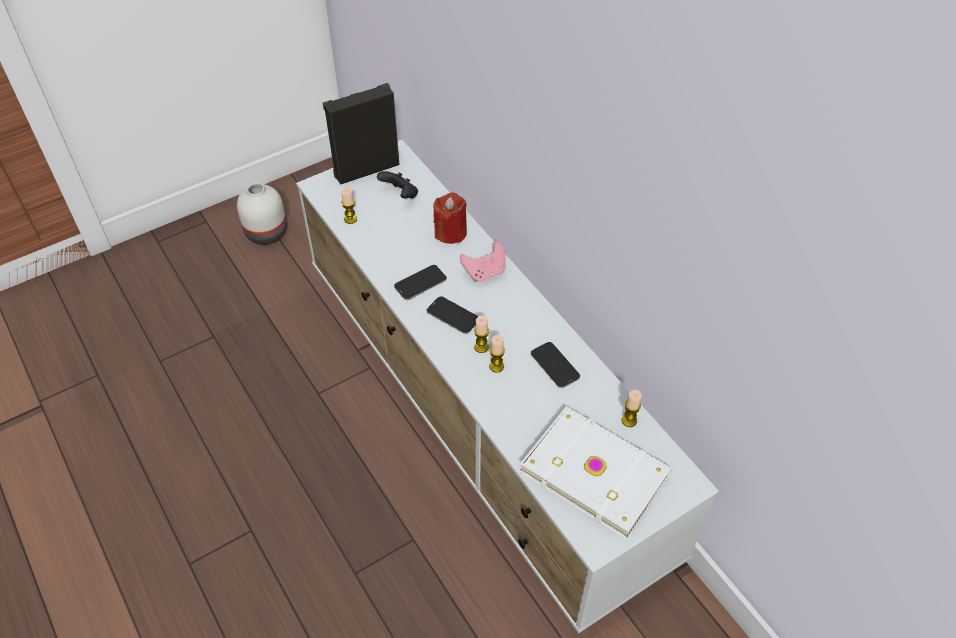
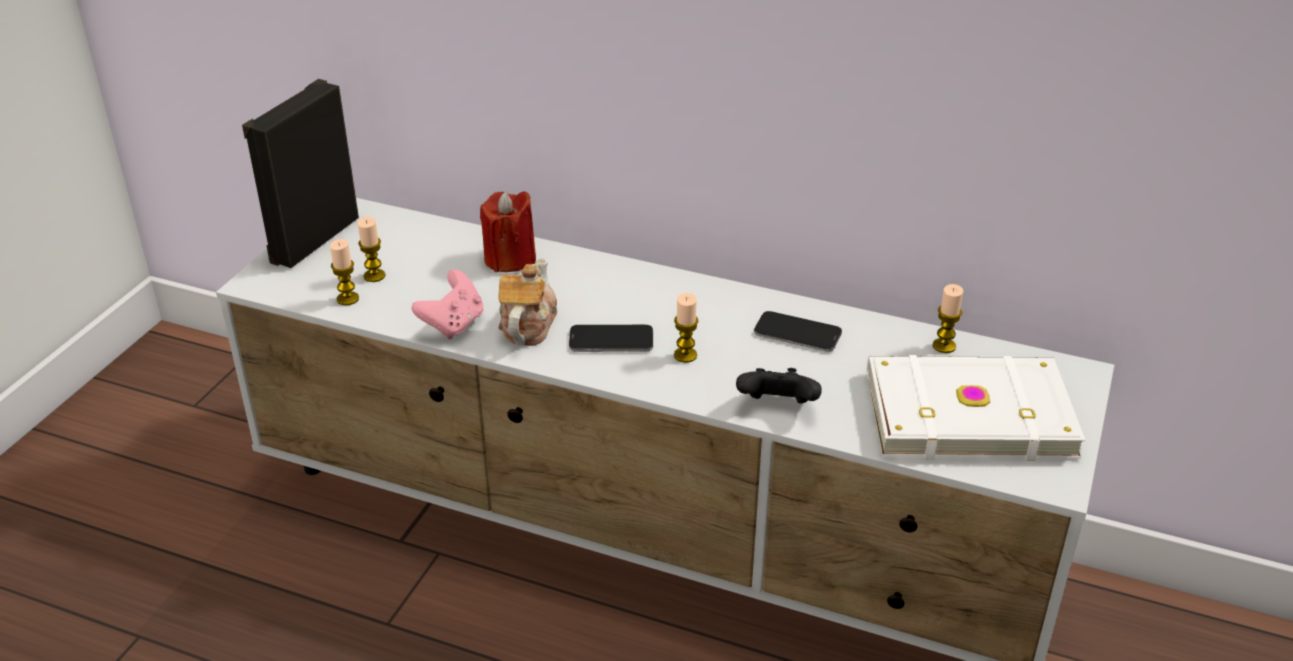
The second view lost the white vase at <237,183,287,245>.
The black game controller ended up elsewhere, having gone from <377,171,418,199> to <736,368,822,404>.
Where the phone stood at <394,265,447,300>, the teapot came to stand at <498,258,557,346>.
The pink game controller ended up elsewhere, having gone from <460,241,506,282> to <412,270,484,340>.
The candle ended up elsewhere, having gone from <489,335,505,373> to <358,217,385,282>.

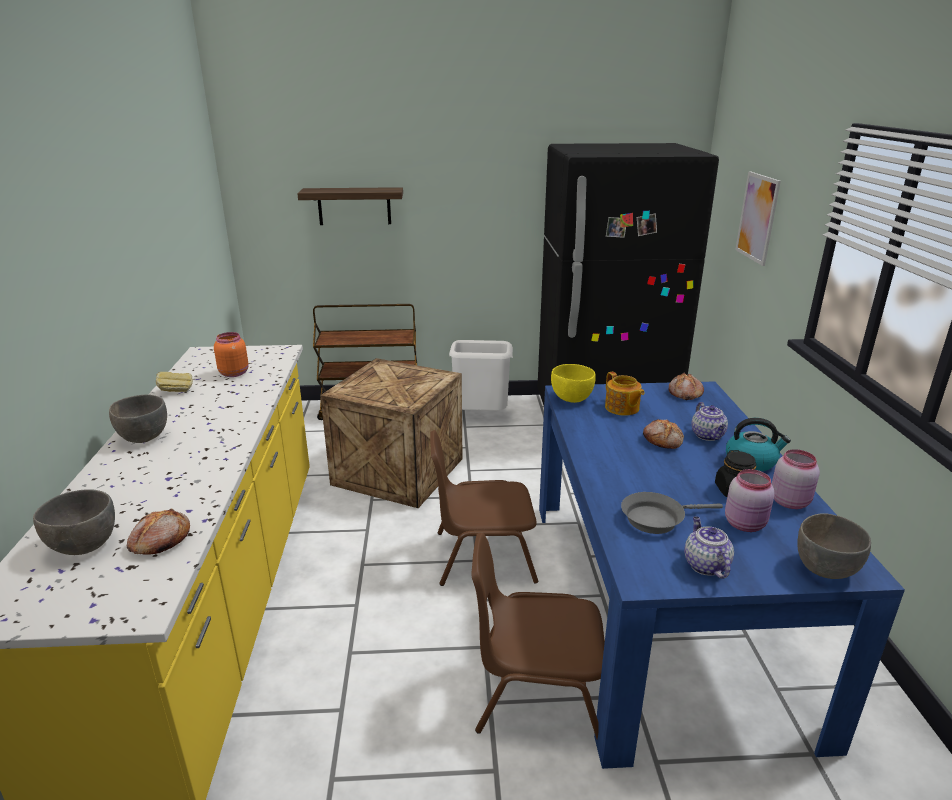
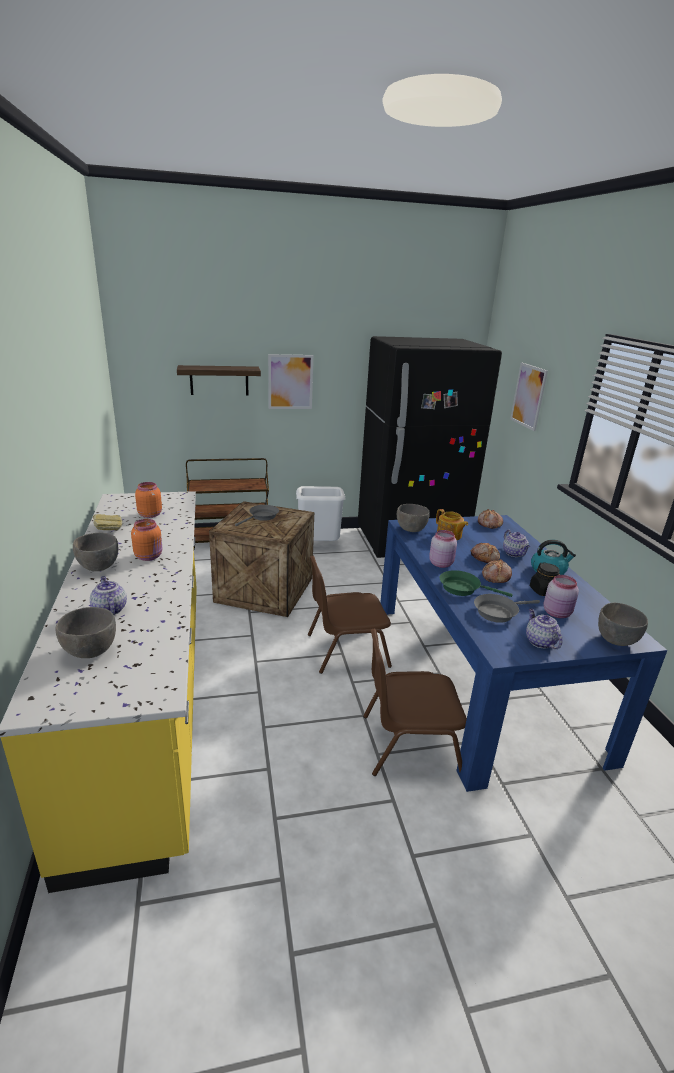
The bread ended up elsewhere, having gone from <127,509,190,555> to <482,559,512,583>.
What was the yellow bowl at <551,364,596,403> turned into the grey bowl at <397,504,430,532>.
The pink jar ended up elsewhere, having gone from <772,449,820,509> to <429,530,457,568>.
The second view gained the teapot at <90,576,127,615>.
The second view gained the orange jar at <131,519,162,561>.
The second view gained the grey frying pan at <235,505,279,526>.
The second view gained the picture at <268,354,313,409>.
The second view gained the green frying pan at <440,570,513,597>.

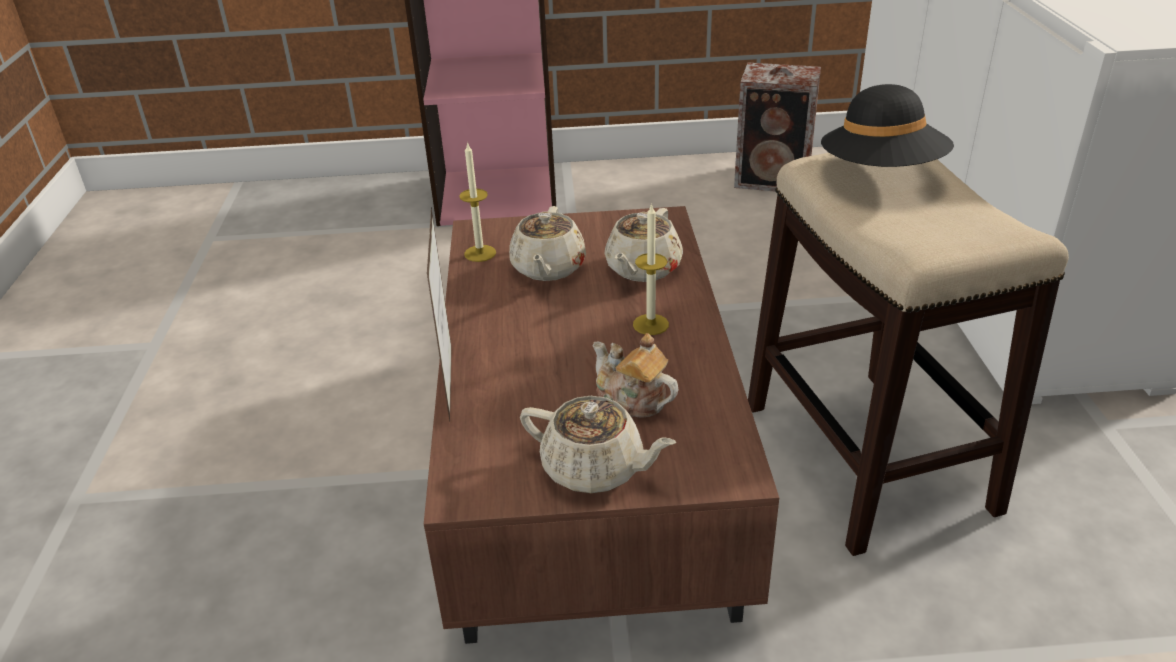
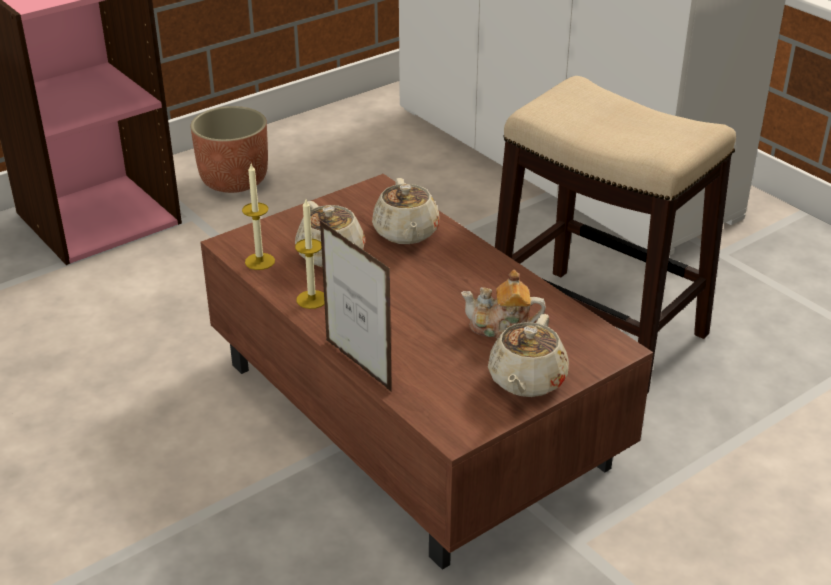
The beige teapot at <520,396,676,493> ended up facing another way, 120 degrees clockwise from before.
The candle ended up elsewhere, having gone from <633,203,669,335> to <295,199,325,309>.
The second view lost the speaker at <734,63,821,192>.
The second view lost the black hat at <821,84,954,167>.
The second view gained the planter at <190,106,268,193>.

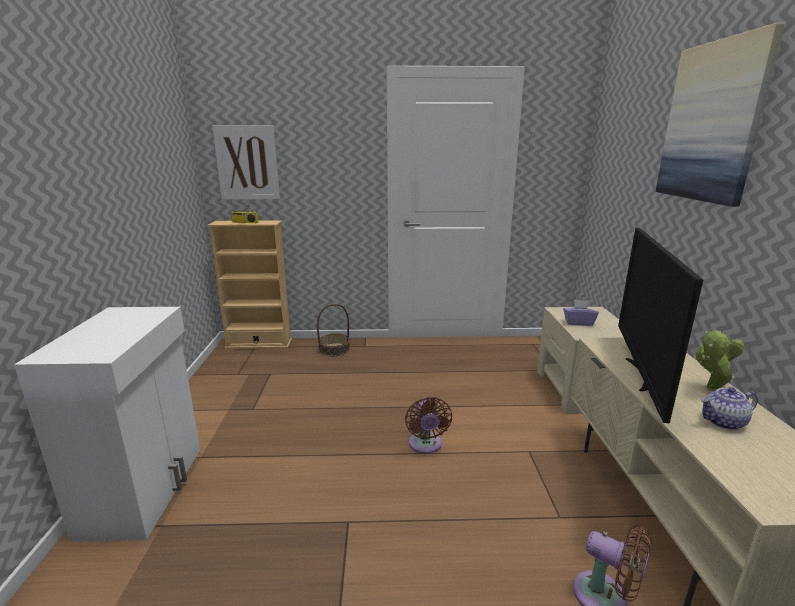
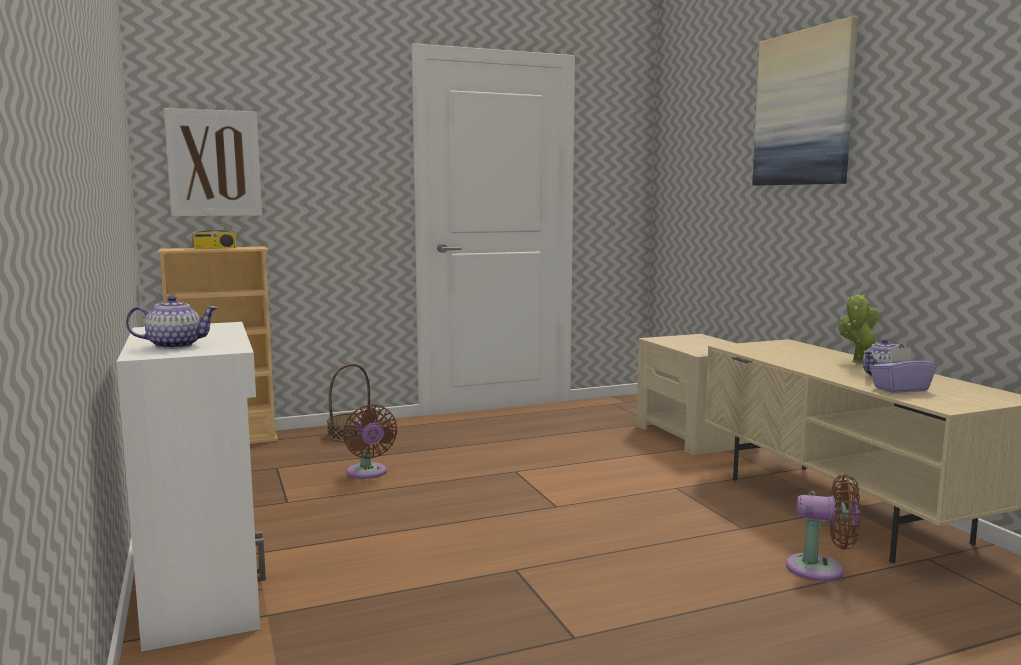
The brown fan ended up elsewhere, having gone from <405,397,452,454> to <343,404,397,479>.
The purple tissue box ended up elsewhere, having gone from <563,300,599,326> to <870,347,937,393>.
The second view lost the television at <618,228,703,424>.
The second view gained the teapot at <126,296,218,349>.

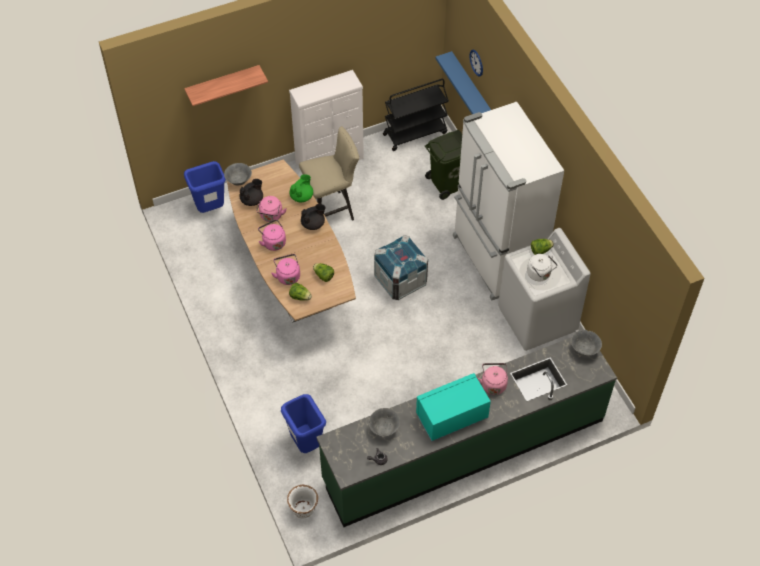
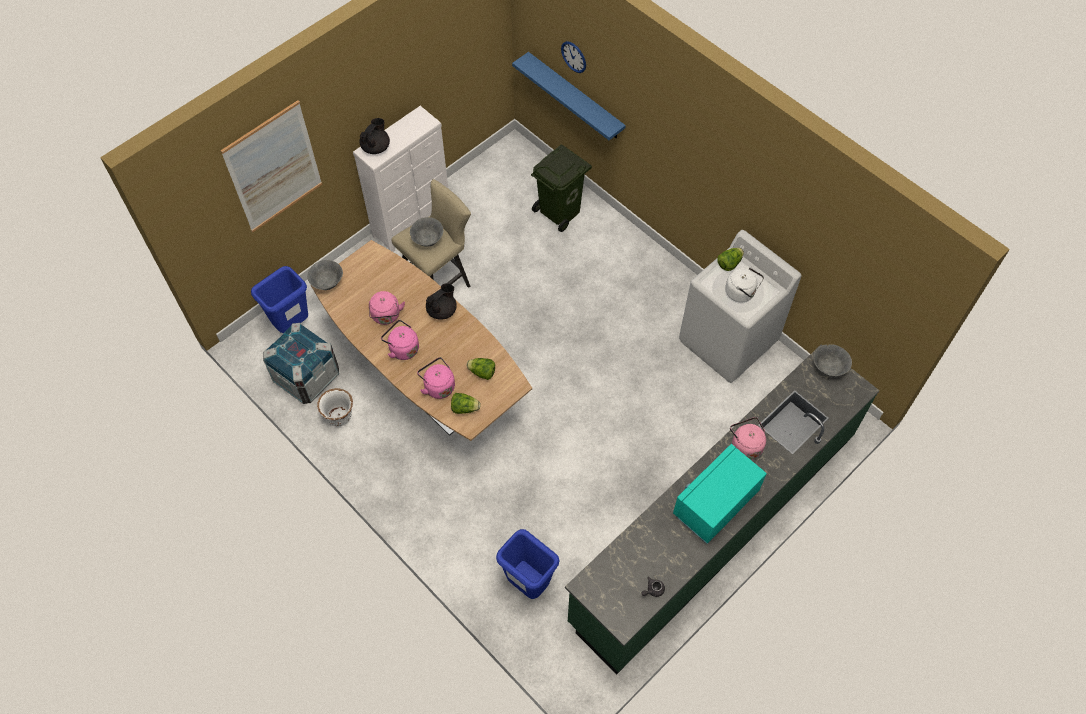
Where the shelf hung at <184,65,268,106>, the picture came to hang at <221,100,322,232>.
The black teapot ended up elsewhere, having gone from <239,179,263,206> to <359,118,390,154>.
The white planter ended up elsewhere, having gone from <287,484,318,518> to <317,388,353,427>.
The second view lost the green teapot at <289,174,313,202>.
The grey bowl ended up elsewhere, having gone from <369,408,400,436> to <410,217,443,247>.
The crate ended up elsewhere, having gone from <374,235,428,300> to <263,323,339,404>.
The second view lost the black cart at <383,79,449,151>.
The second view lost the white fridge at <453,102,564,301>.

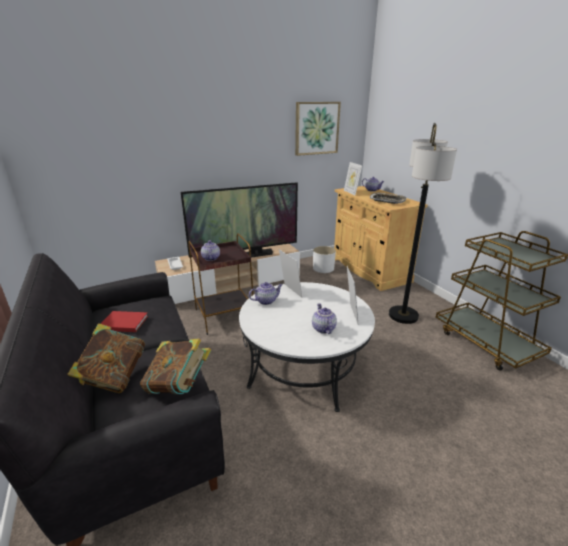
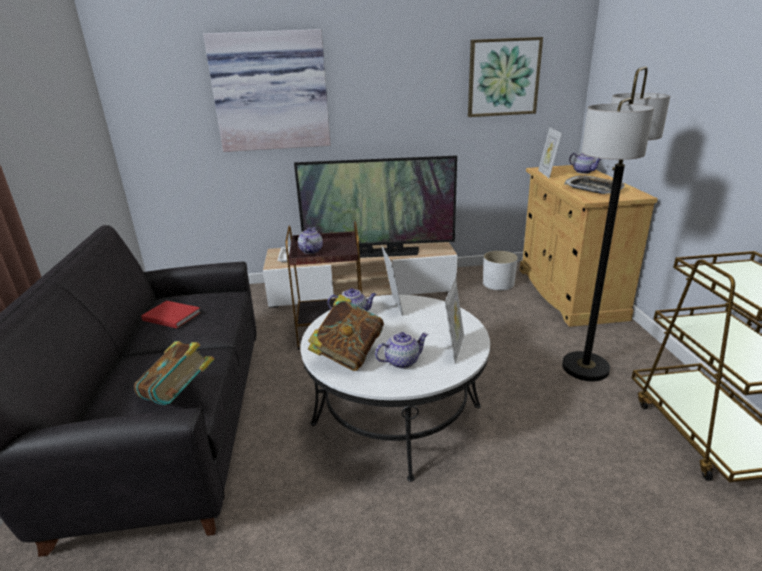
The book ended up elsewhere, having gone from <67,323,145,393> to <308,294,384,371>.
The teapot at <312,303,337,334> ended up facing another way, 60 degrees clockwise from before.
The second view gained the picture at <203,29,331,152>.

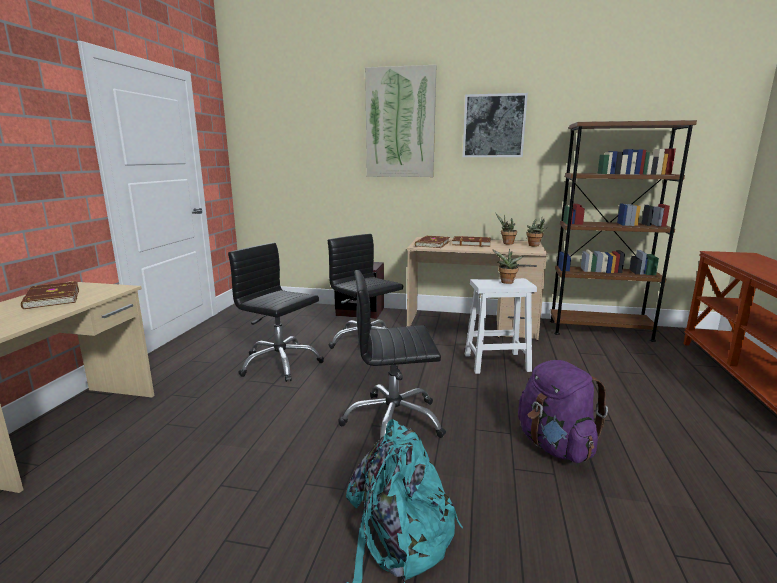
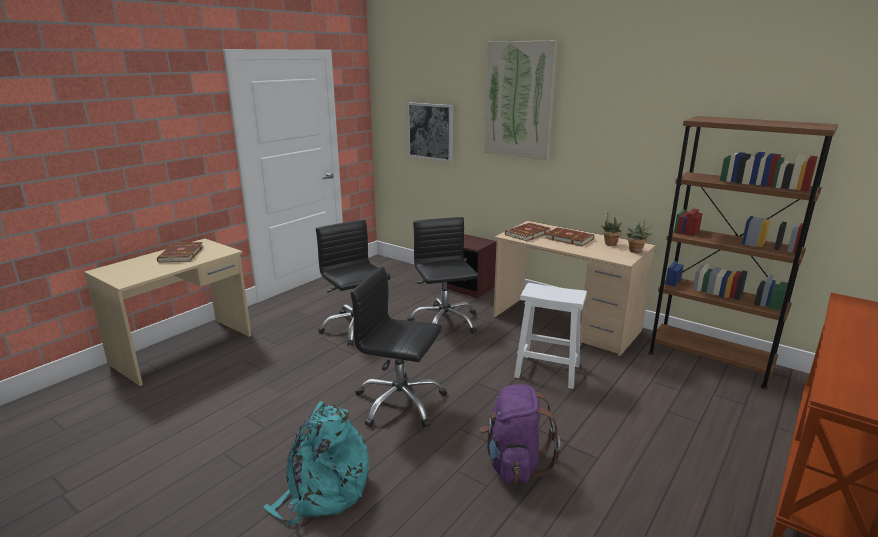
The picture ended up elsewhere, having gone from <463,93,528,157> to <407,103,453,162>.
The second view lost the potted plant at <492,248,524,284>.

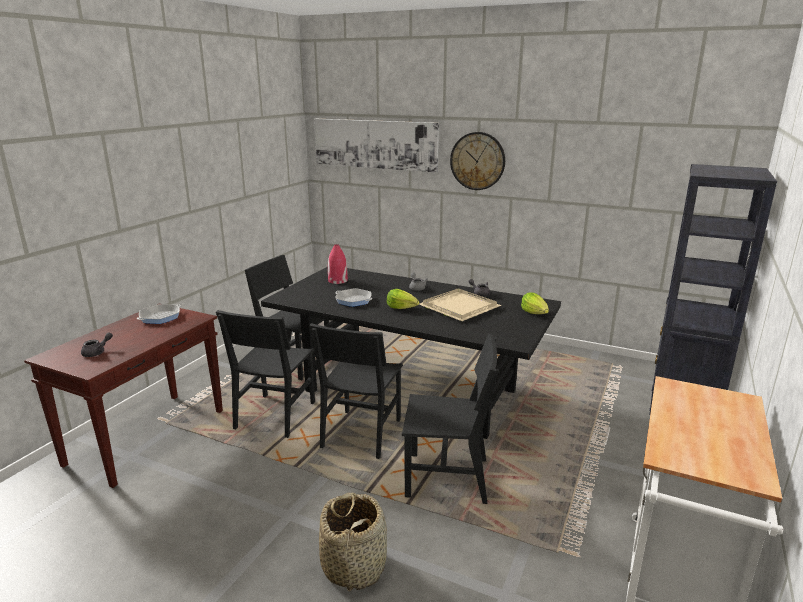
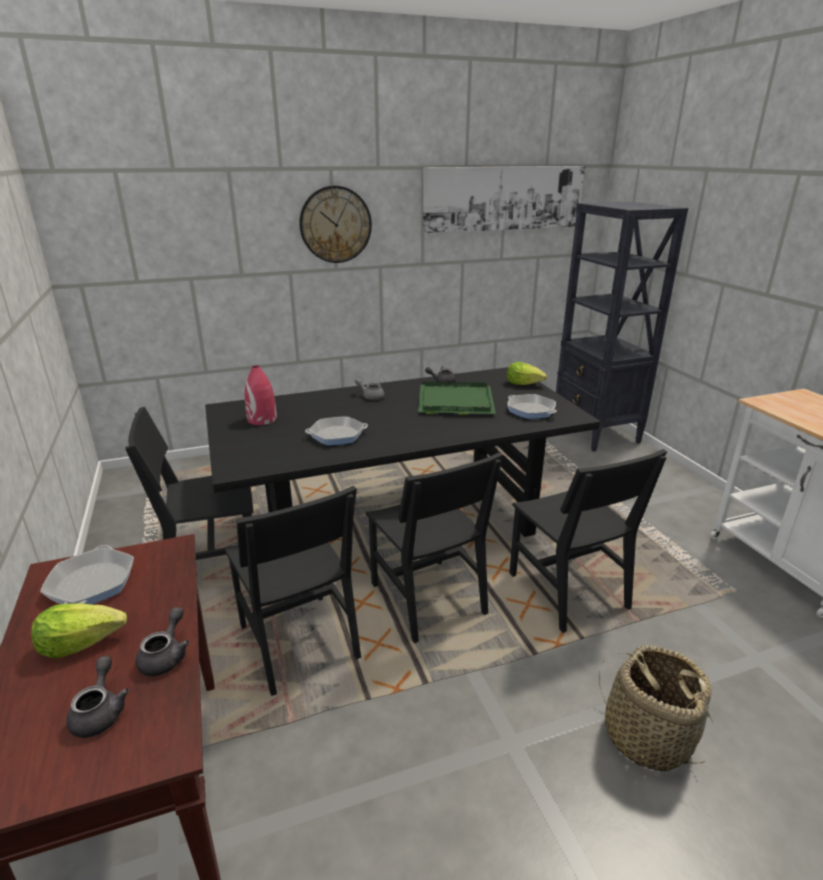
The picture ended up elsewhere, having gone from <314,119,439,173> to <423,166,585,233>.
The lettuce ended up elsewhere, having gone from <387,289,419,309> to <31,603,127,659>.
The black chair at <402,333,499,504> ended up facing another way, 105 degrees clockwise from before.
What was the beige tray at <419,288,502,321> turned into the green tray at <418,382,496,415>.
The second view gained the grey teapot at <136,607,190,676>.
The second view gained the frying pan at <507,394,557,419>.

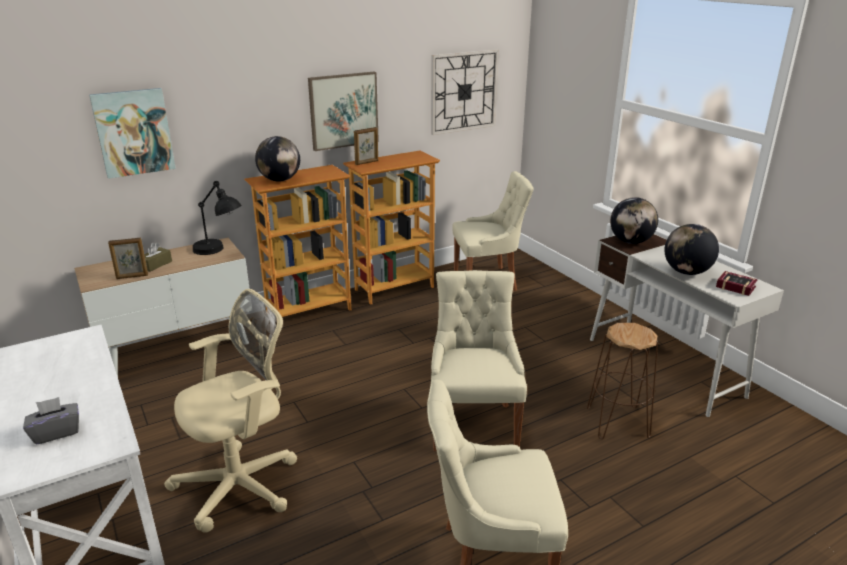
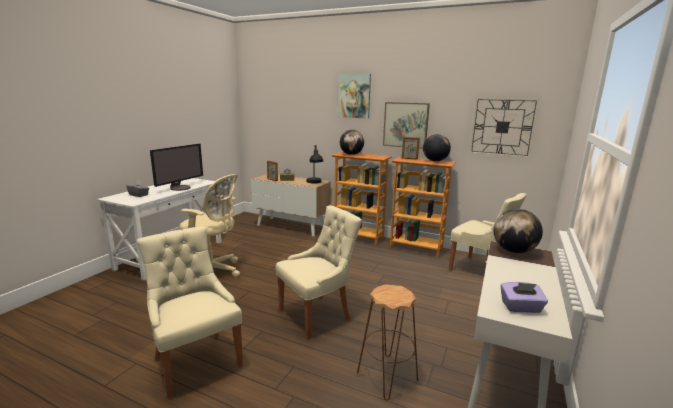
The picture ended up elsewhere, having gone from <89,88,176,179> to <337,74,371,119>.
The globe ended up elsewhere, having gone from <664,224,719,275> to <423,134,451,162>.
Where the book stood at <716,271,758,296>, the purple tissue box came to stand at <501,282,548,313>.
The second view gained the monitor at <150,143,203,191>.

